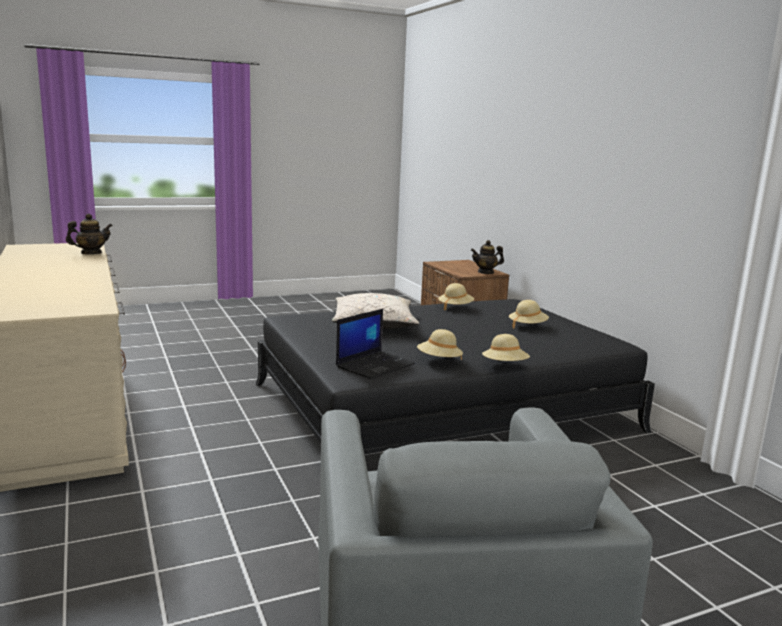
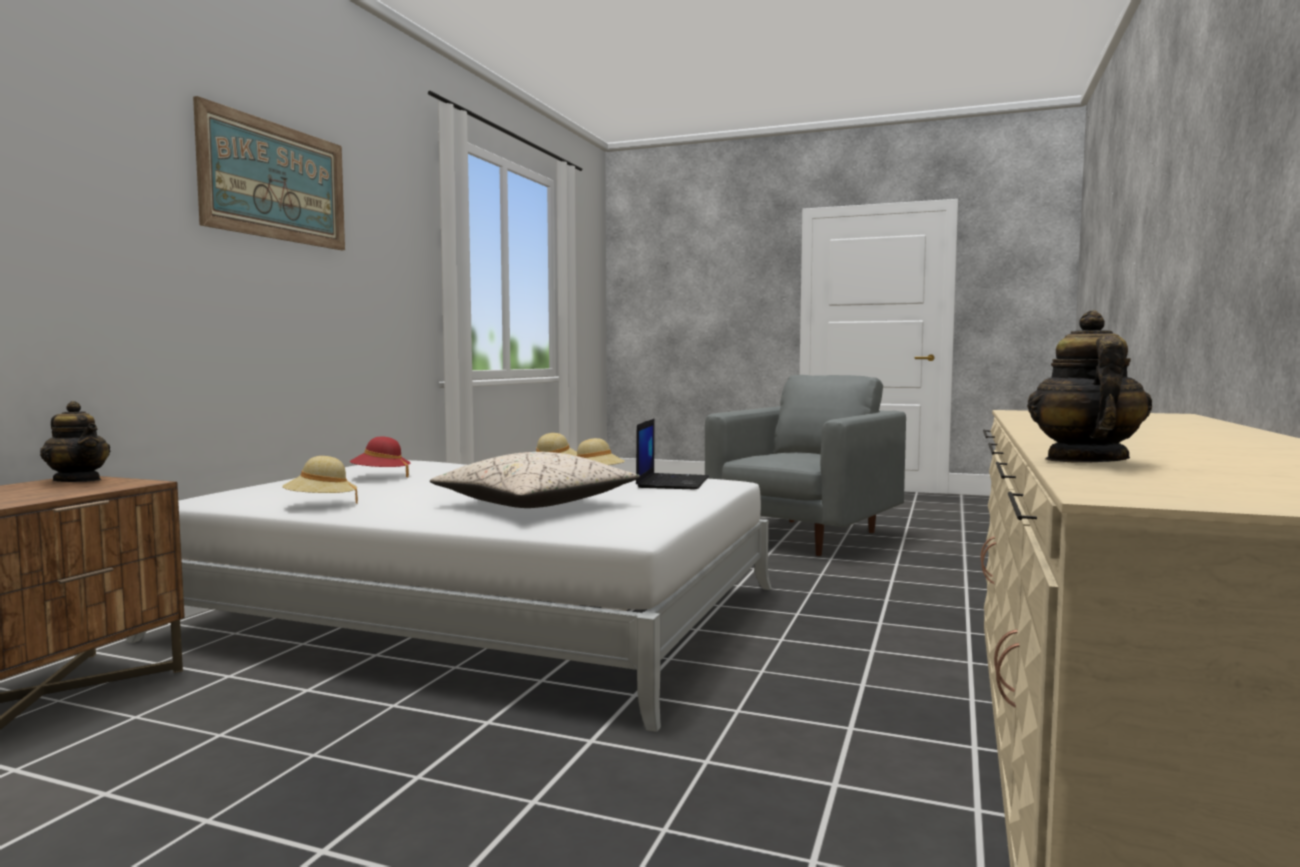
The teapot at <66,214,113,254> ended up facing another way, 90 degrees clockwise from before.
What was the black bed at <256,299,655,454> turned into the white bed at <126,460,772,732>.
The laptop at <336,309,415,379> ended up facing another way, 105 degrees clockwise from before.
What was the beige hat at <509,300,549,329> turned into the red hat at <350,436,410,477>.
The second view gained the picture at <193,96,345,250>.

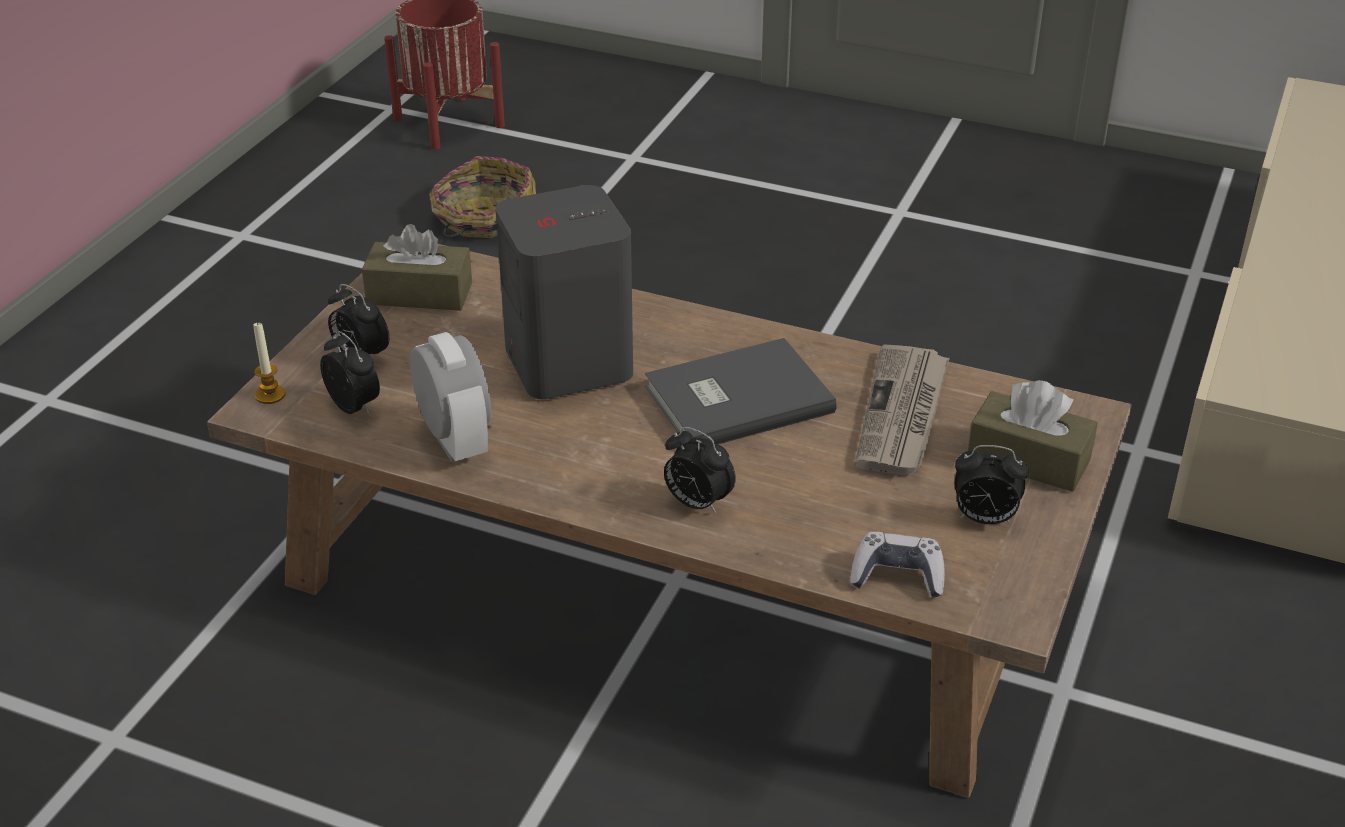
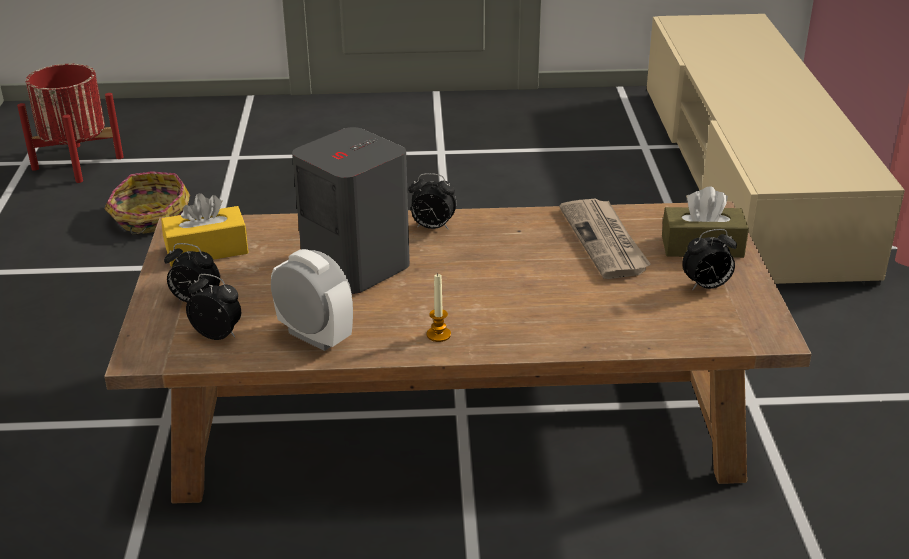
The candle ended up elsewhere, having gone from <253,322,286,404> to <427,273,451,342>.
What was the brown tissue box at <362,224,472,311> turned into the yellow tissue box at <161,193,249,267>.
The second view lost the grey book at <645,338,837,444>.
The alarm clock ended up elsewhere, having gone from <664,427,736,514> to <409,173,457,230>.
The second view lost the game controller at <850,532,945,598>.

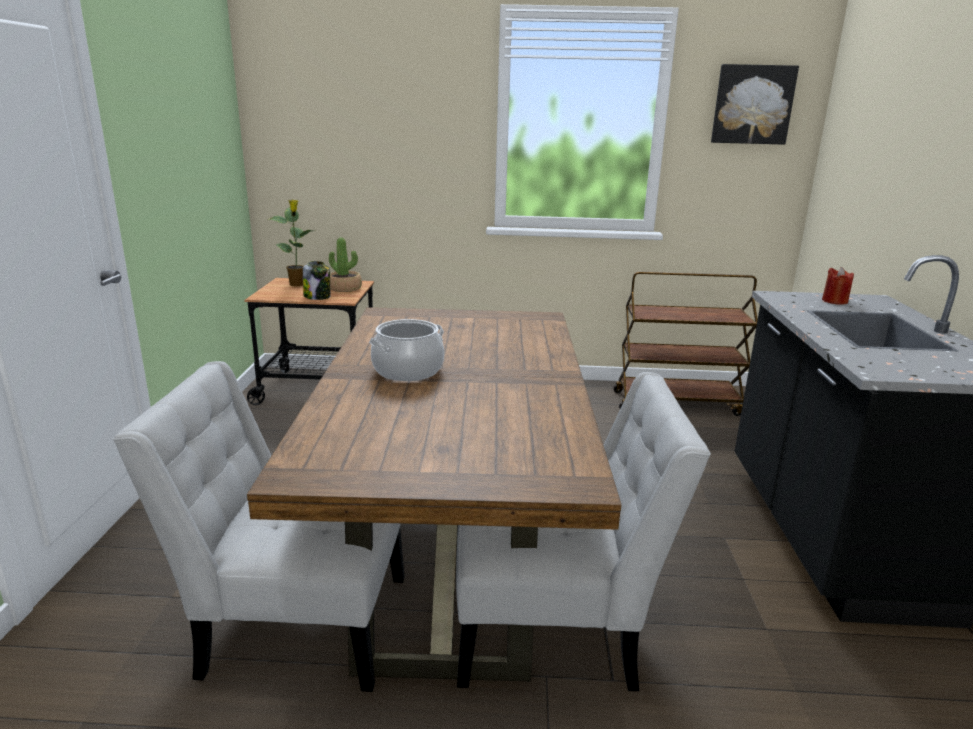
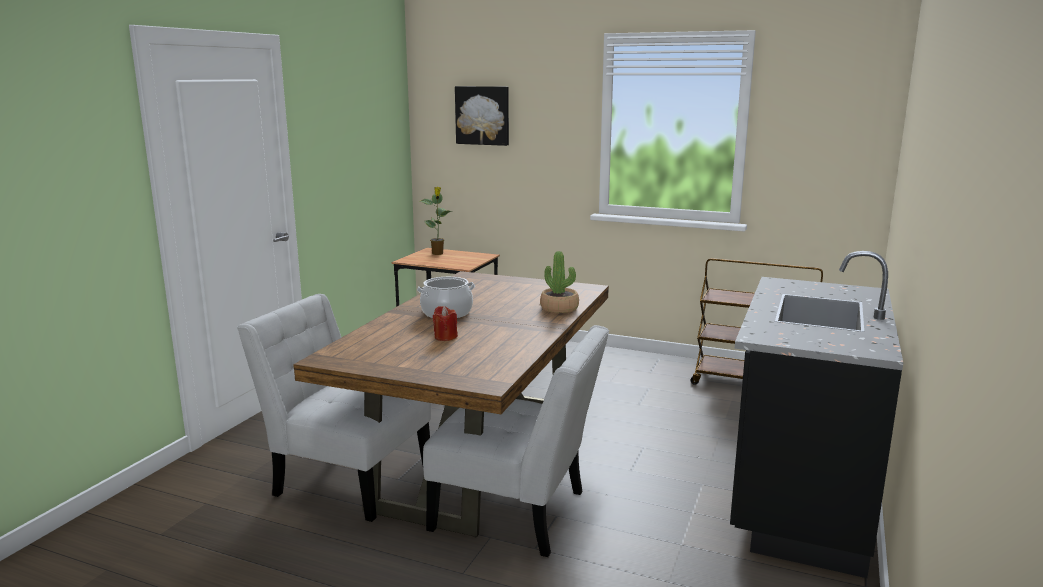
The second view lost the jar at <303,261,330,300>.
The potted plant ended up elsewhere, having gone from <329,238,362,292> to <540,251,579,313>.
The picture ended up elsewhere, having gone from <711,64,799,145> to <455,86,509,146>.
The red candle ended up elsewhere, having gone from <822,267,854,305> to <433,306,458,341>.

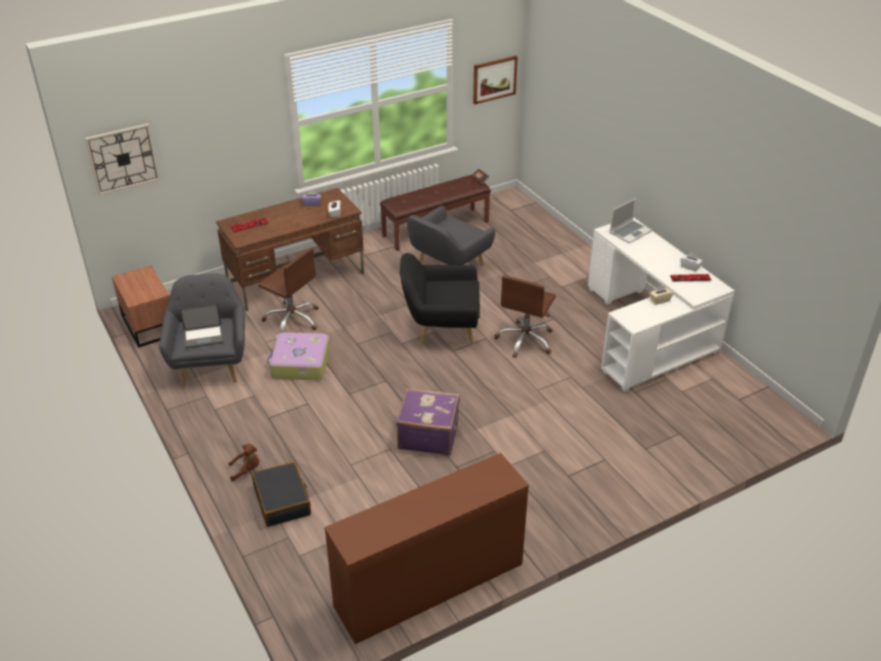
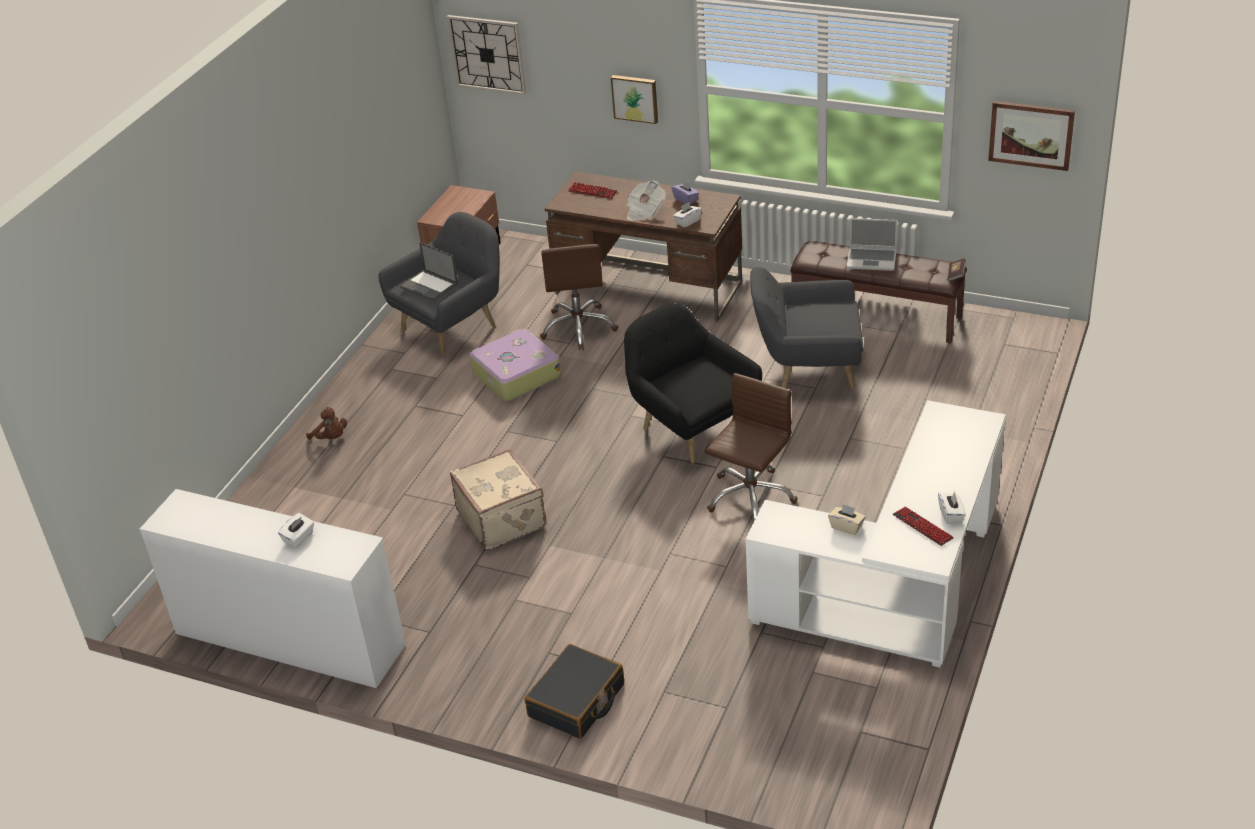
The black suitcase ended up elsewhere, having gone from <252,462,311,527> to <525,644,624,739>.
What was the brown dresser at <324,453,529,644> turned into the white dresser at <140,489,406,688>.
What was the purple suitcase at <396,388,460,455> turned into the beige suitcase at <450,449,546,550>.
The brown office chair at <494,276,556,358> ended up facing another way, 135 degrees clockwise from before.
The laptop ended up elsewhere, having gone from <610,198,652,244> to <847,218,898,271>.
The second view gained the white tissue box at <278,513,314,547>.
The second view gained the picture at <611,75,658,124>.
The second view gained the newspaper at <626,180,666,221>.

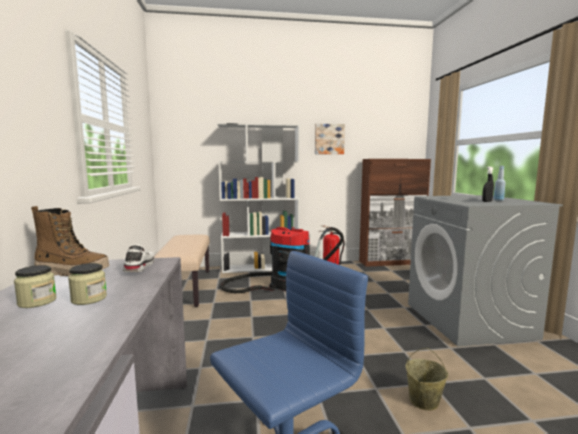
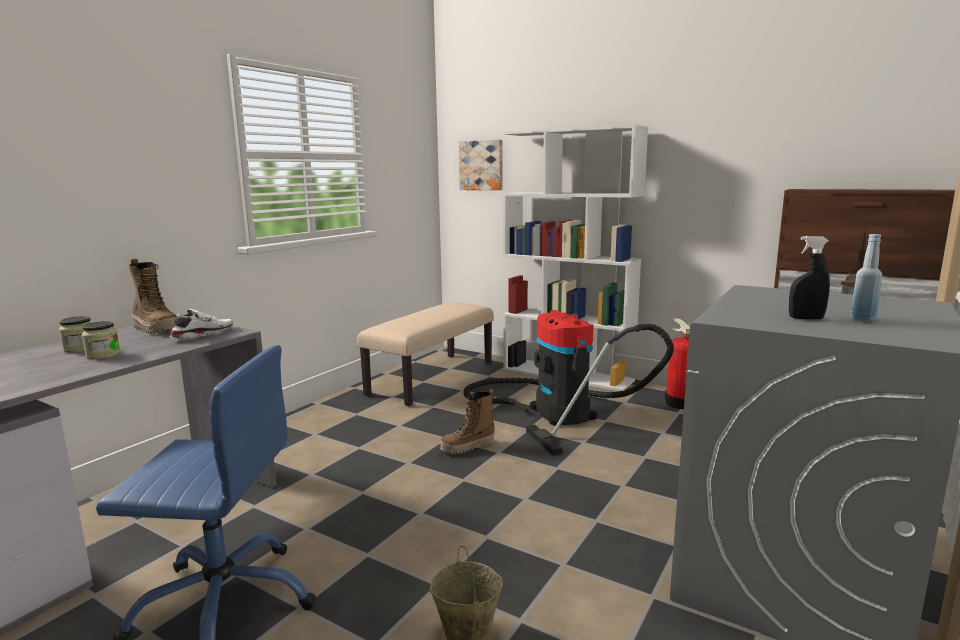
The picture ended up elsewhere, having gone from <315,124,345,154> to <459,140,503,190>.
The second view gained the boot at <440,389,495,454>.

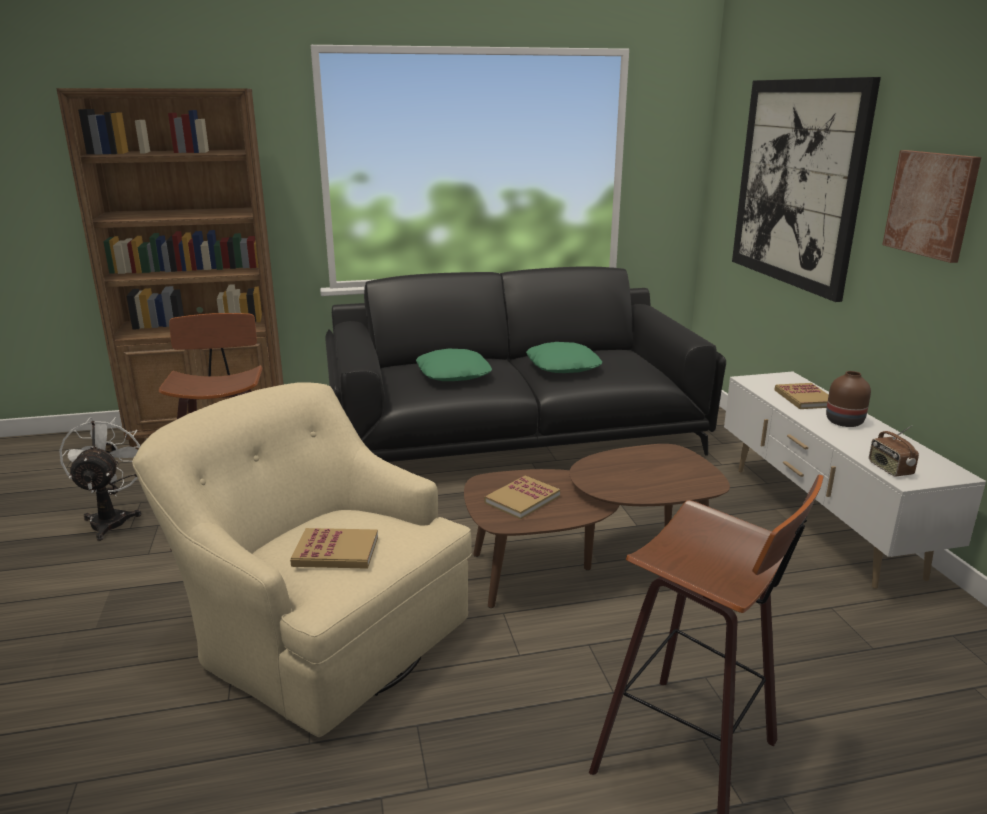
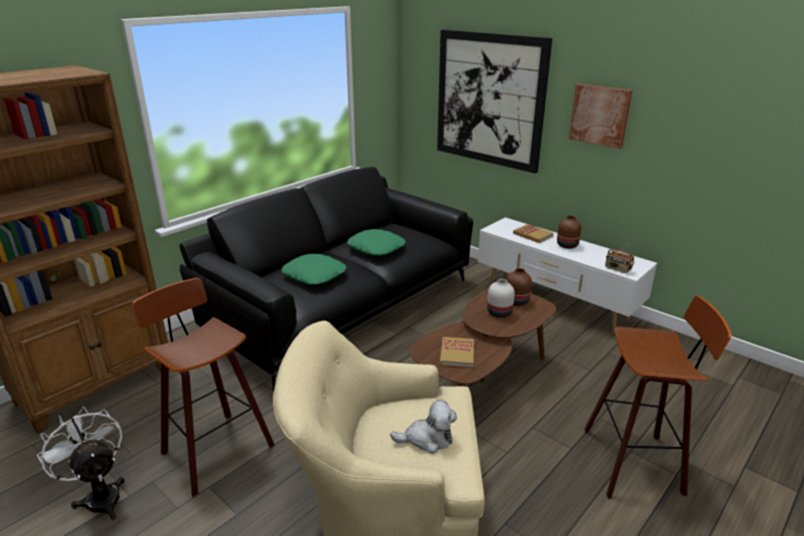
Where the book stood at <290,528,378,569>, the plush toy came to stand at <390,400,457,454>.
The second view gained the white vase at <487,279,515,318>.
The second view gained the brown vase at <506,268,532,306>.

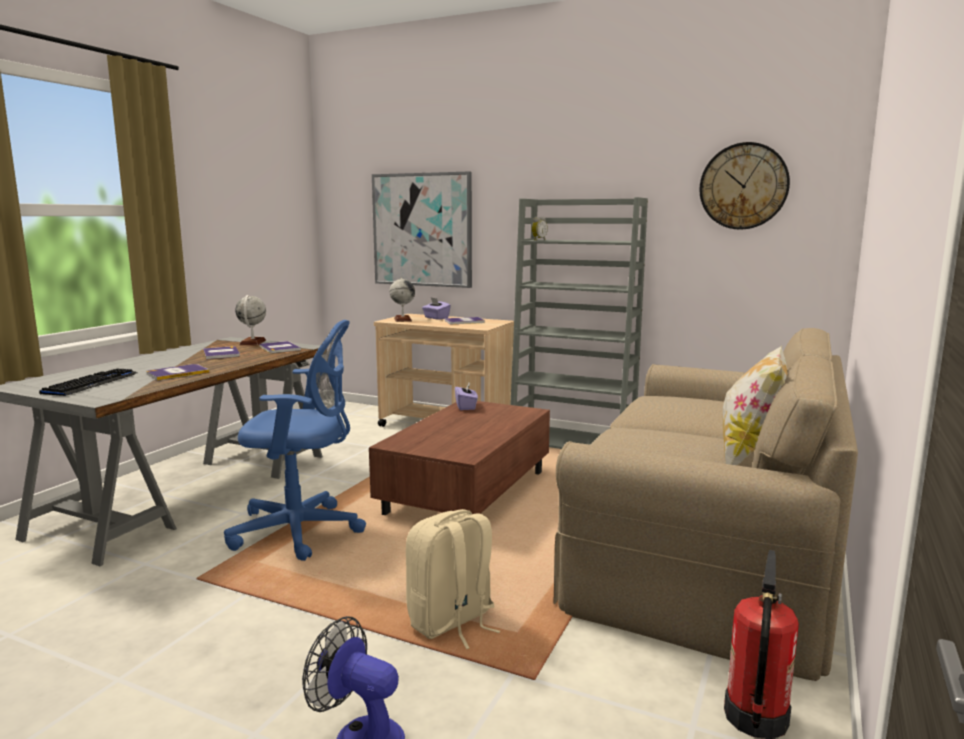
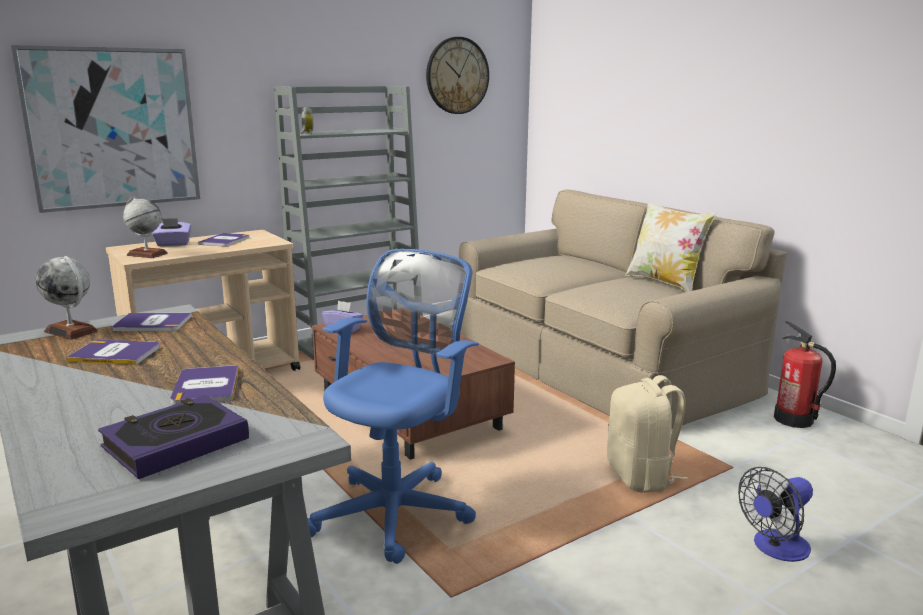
Where the keyboard stood at <39,368,137,396>, the book came to stand at <98,395,249,479>.

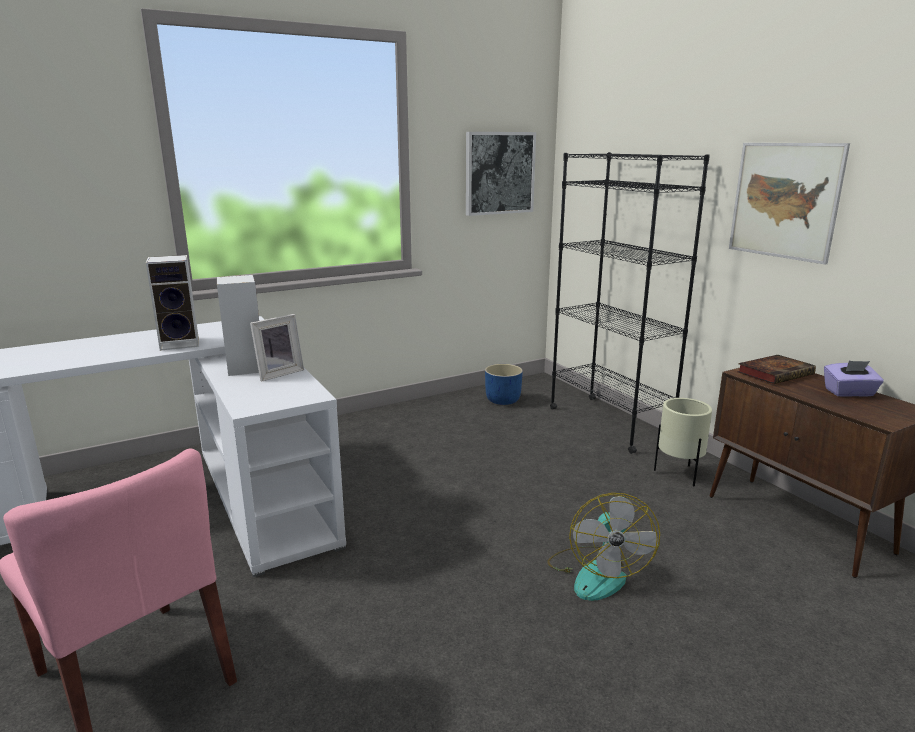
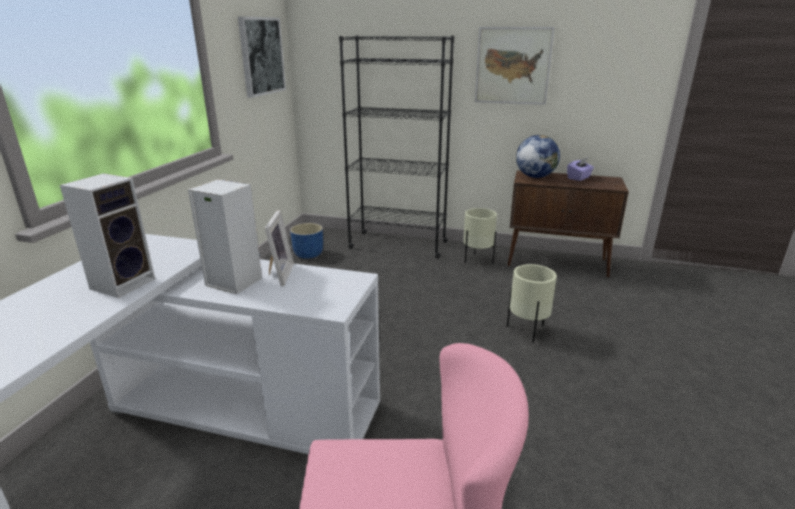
Where the fan stood at <547,493,660,601>, the beige planter came to stand at <507,264,557,343>.
Where the book stood at <737,355,816,384>, the globe came to stand at <516,135,560,178>.

